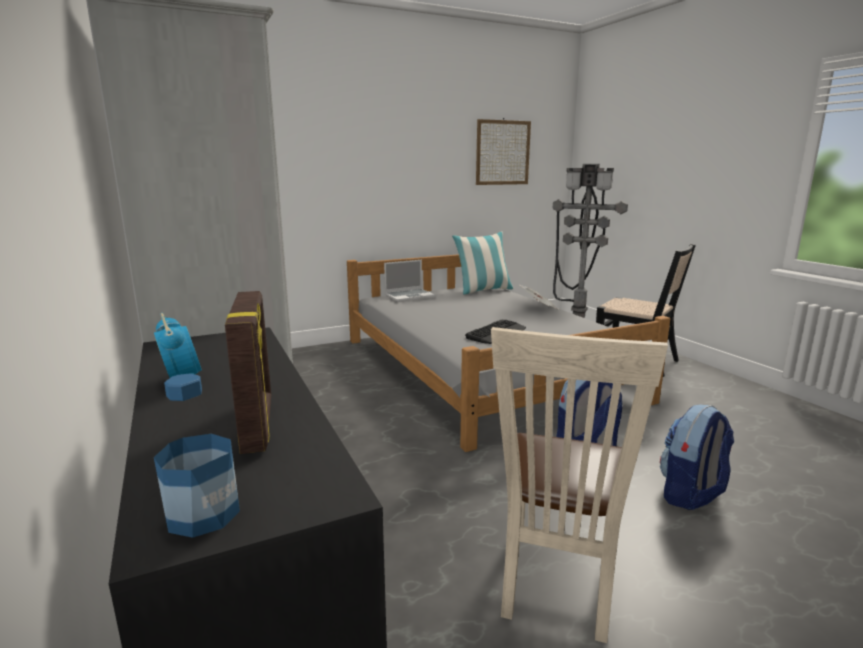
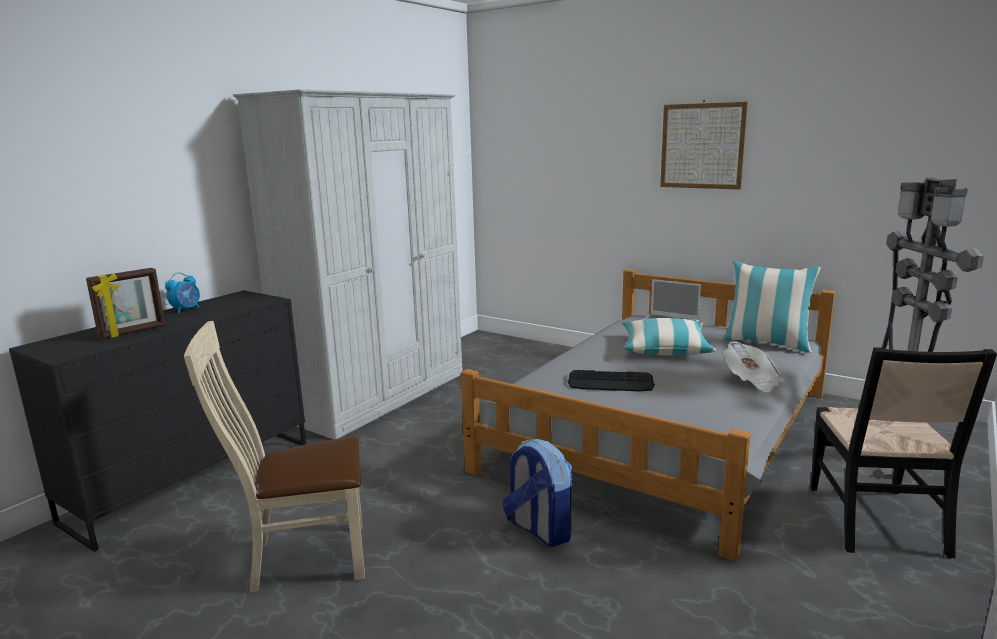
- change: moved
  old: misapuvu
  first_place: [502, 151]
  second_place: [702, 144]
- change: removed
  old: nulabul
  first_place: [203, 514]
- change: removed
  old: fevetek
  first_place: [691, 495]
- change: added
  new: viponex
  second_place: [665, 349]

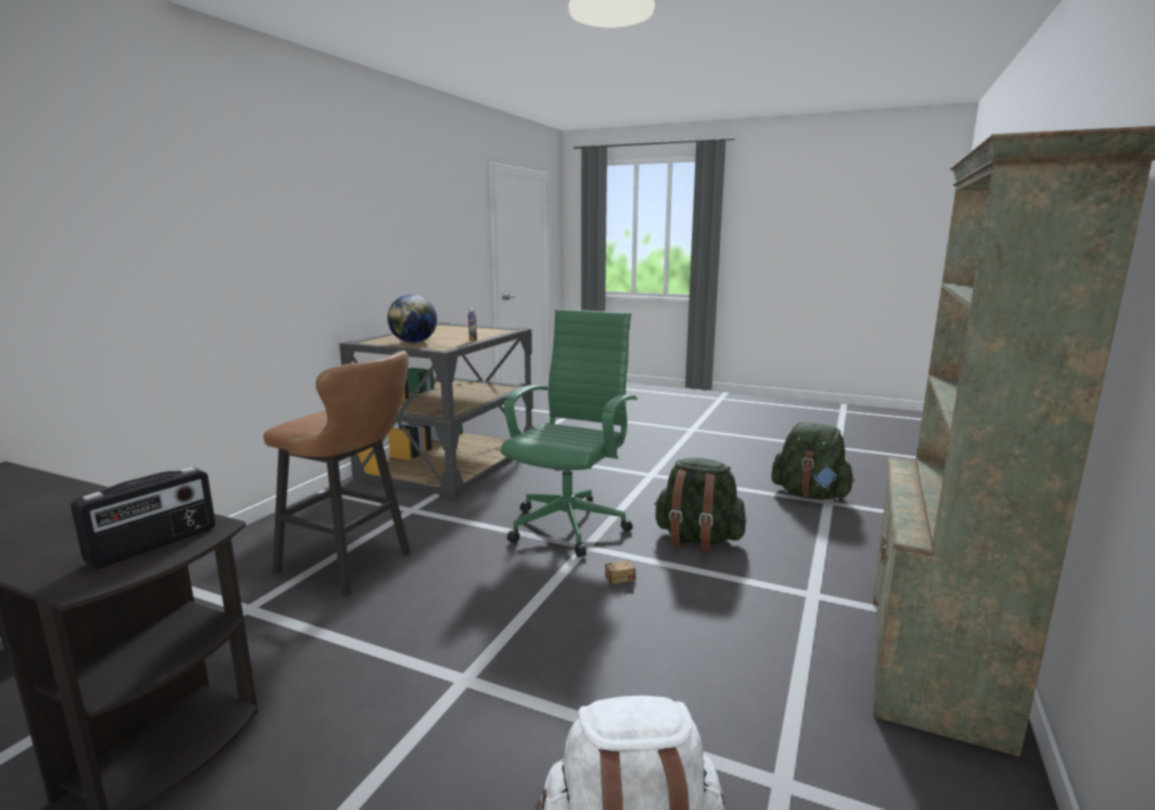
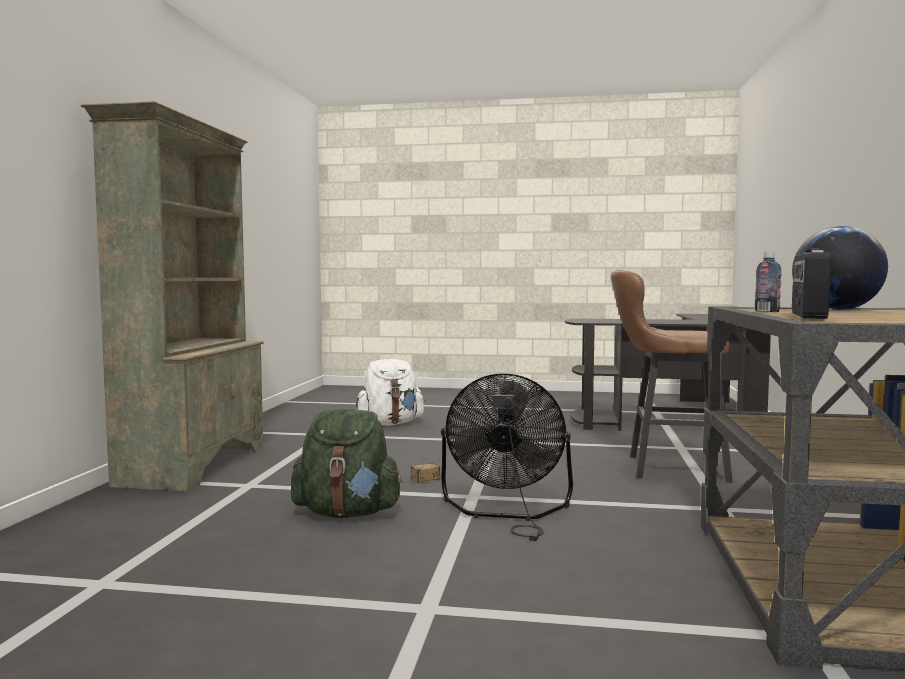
- change: replaced
  old: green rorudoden
  new: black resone
  first_place: [570, 525]
  second_place: [508, 512]
- change: removed
  old: green fevetek
  first_place: [810, 494]
- change: moved
  old: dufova
  first_place: [154, 545]
  second_place: [807, 315]

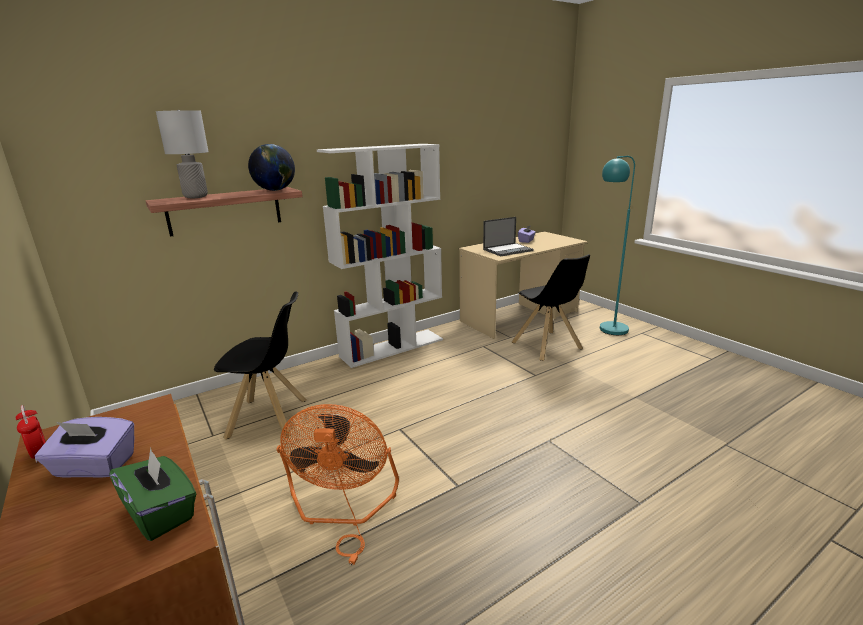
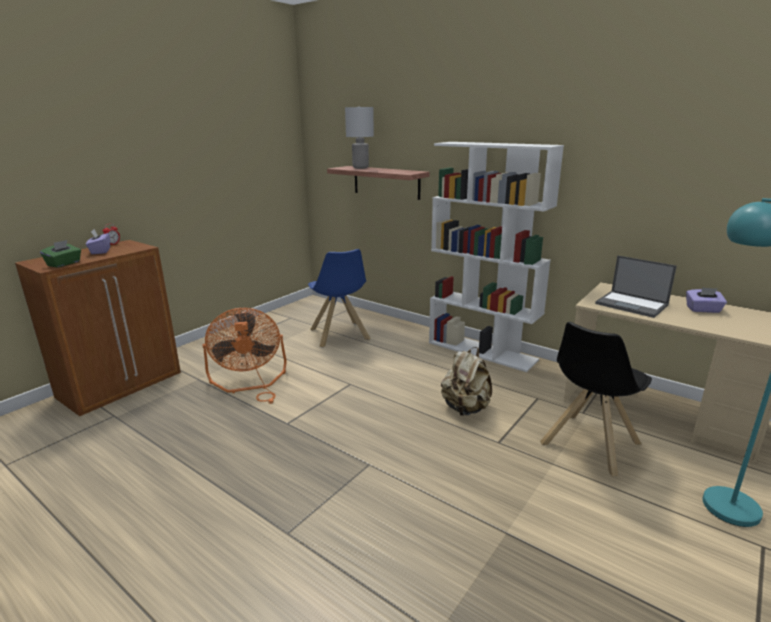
- change: removed
  old: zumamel
  first_place: [275, 190]
- change: recoloured
  old: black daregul
  new: blue daregul
  first_place: [270, 418]
  second_place: [340, 335]
- change: turned
  old: orange resone
  first_place: [341, 511]
  second_place: [251, 384]
  degrees: -90
- change: added
  new: beige fevetek
  second_place: [465, 408]

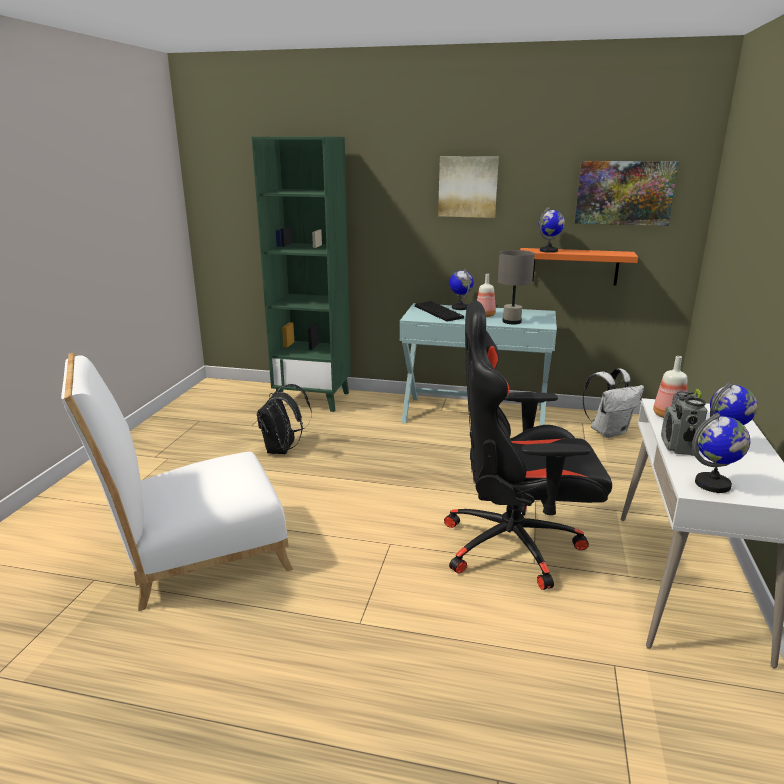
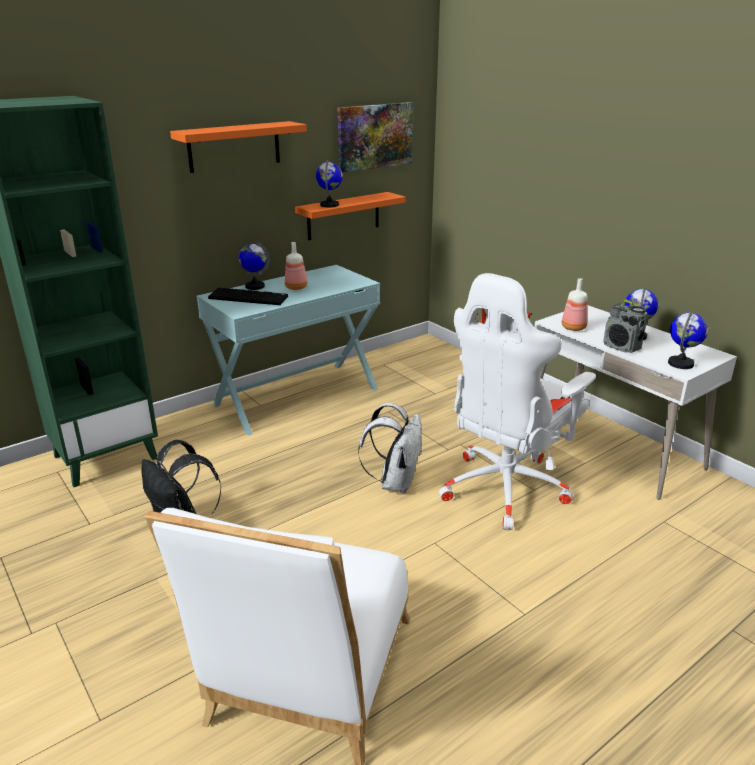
- change: replaced
  old: misapuvu
  new: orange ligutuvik
  first_place: [468, 187]
  second_place: [234, 146]
- change: removed
  old: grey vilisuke
  first_place: [511, 322]
- change: recoloured
  old: black rorudoden
  new: white rorudoden
  first_place: [522, 547]
  second_place: [510, 484]
- change: moved
  old: white fevetek
  first_place: [608, 431]
  second_place: [395, 482]

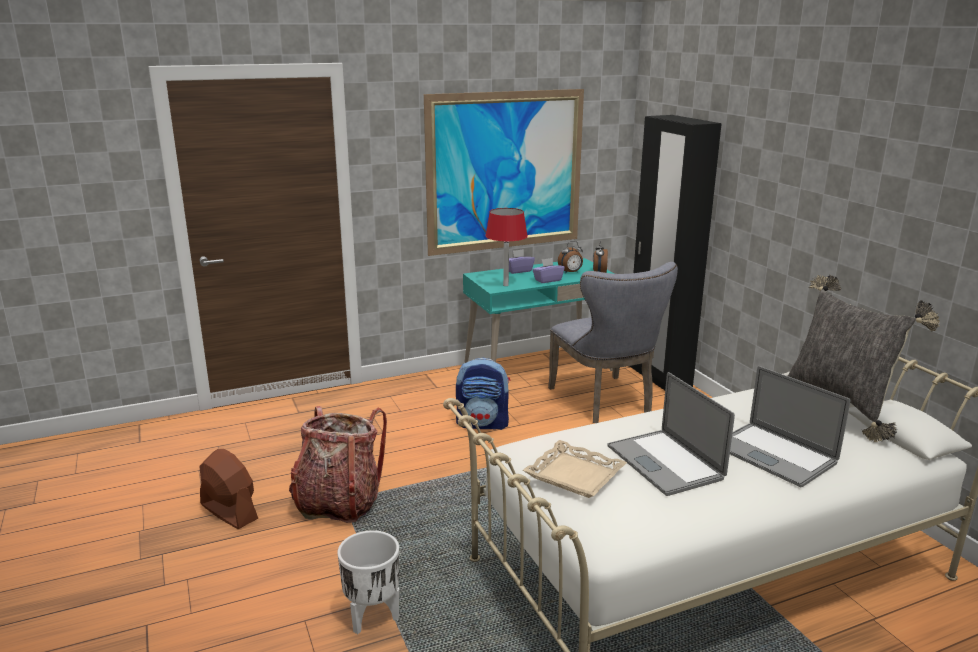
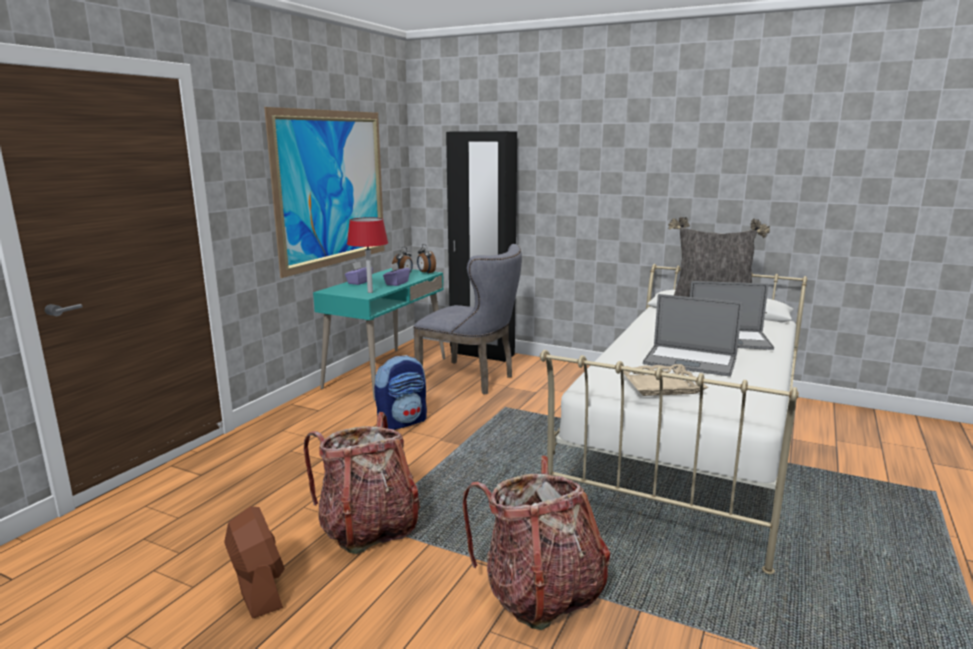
- change: turned
  old: brown resone
  first_place: [229, 511]
  second_place: [258, 588]
  degrees: 60
- change: replaced
  old: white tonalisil
  new: fevetek
  first_place: [372, 617]
  second_place: [540, 593]

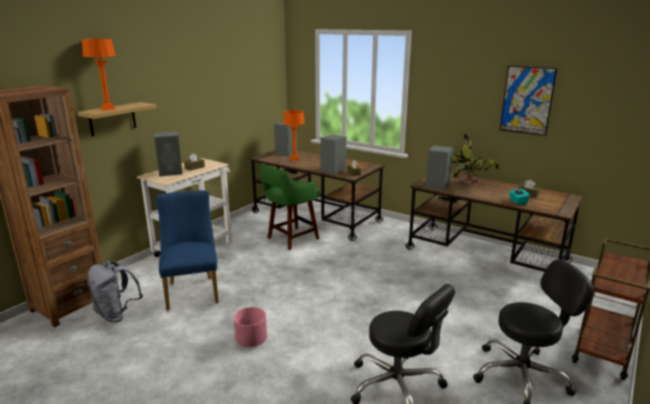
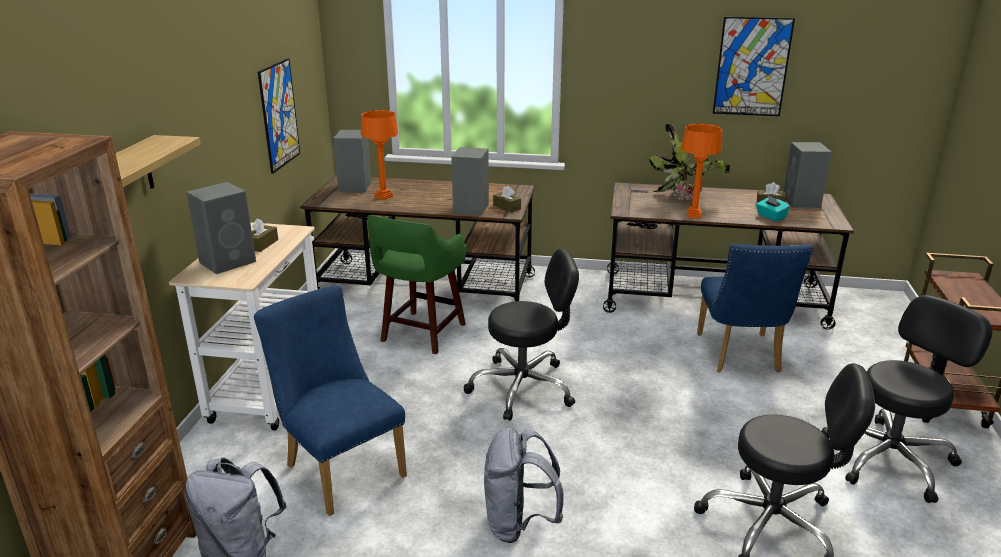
- change: moved
  old: orange vilisuke
  first_place: [108, 109]
  second_place: [693, 215]
- change: moved
  old: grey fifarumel
  first_place: [437, 185]
  second_place: [801, 202]
- change: replaced
  old: pink tonalisil
  new: grey fevetek
  first_place: [251, 341]
  second_place: [519, 524]
- change: added
  new: misapuvu
  second_place: [279, 115]
- change: added
  new: blue daregul
  second_place: [740, 357]
- change: added
  new: black rorudoden
  second_place: [527, 387]

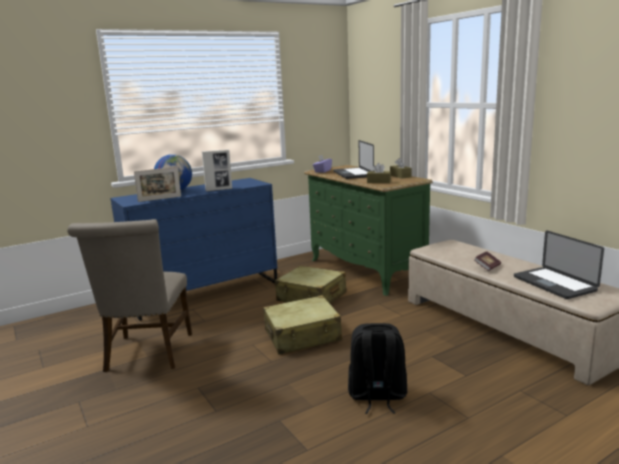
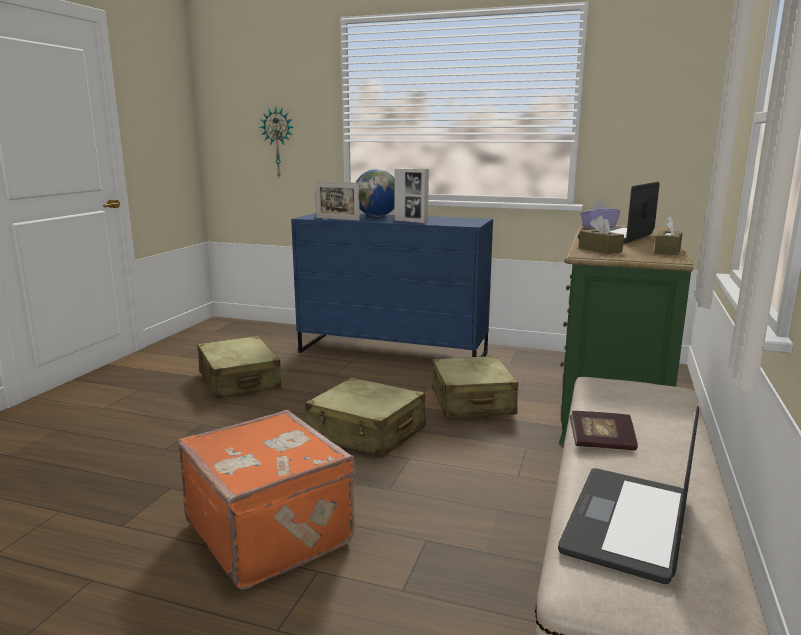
- change: replaced
  old: beige daregul
  new: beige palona
  first_place: [147, 355]
  second_place: [239, 381]
- change: replaced
  old: black fevetek
  new: orange palona
  first_place: [377, 396]
  second_place: [271, 531]
- change: added
  new: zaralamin
  second_place: [278, 143]

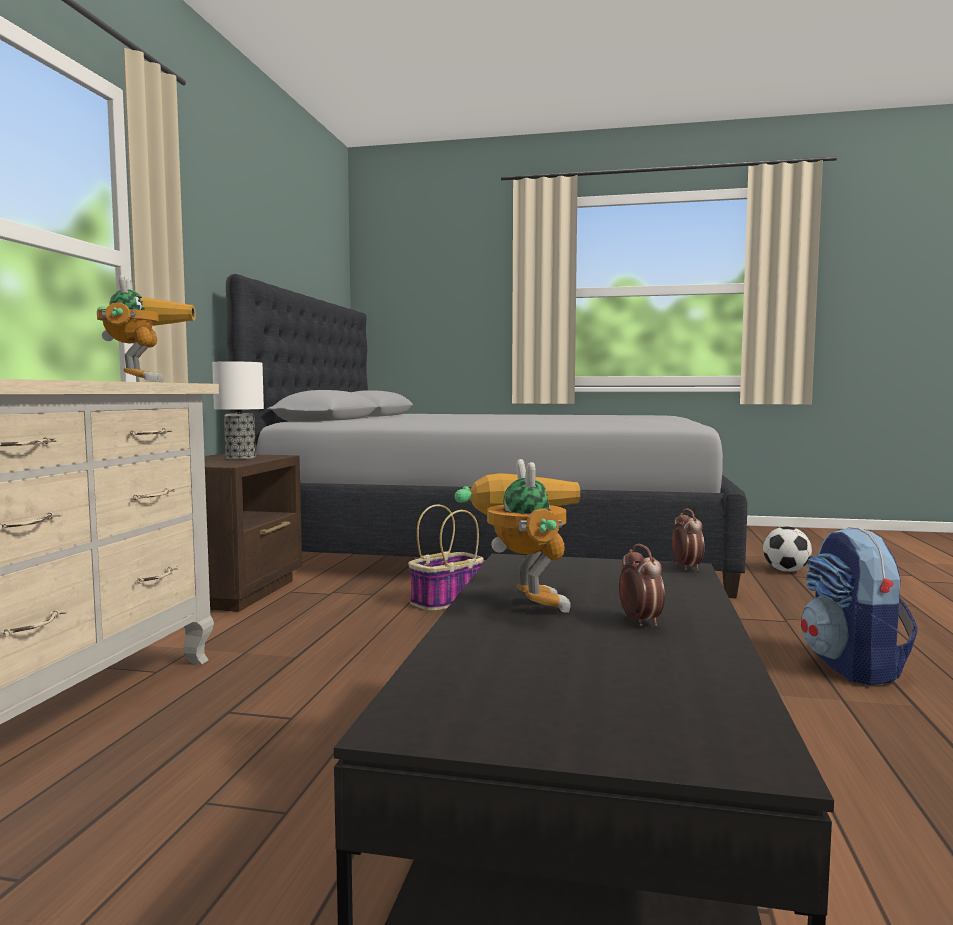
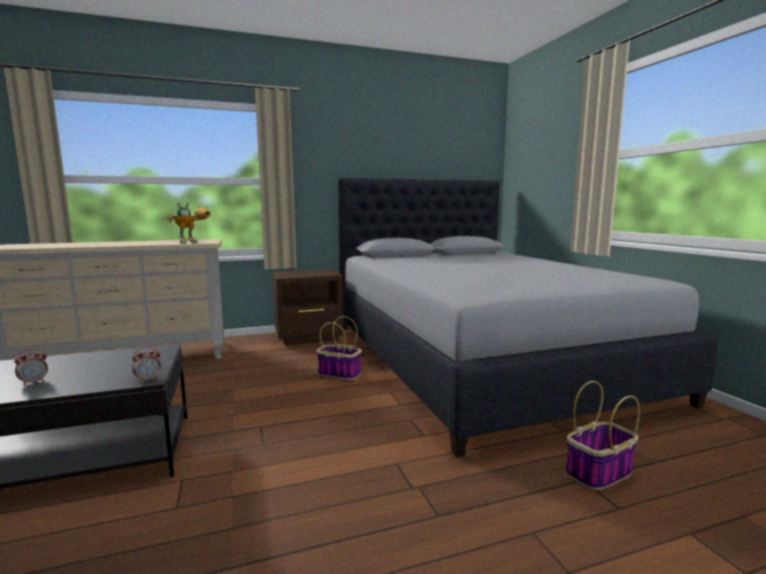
- change: removed
  old: vilisuke
  first_place: [241, 458]
- change: removed
  old: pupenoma
  first_place: [523, 599]
- change: replaced
  old: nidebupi
  new: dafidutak
  first_place: [786, 571]
  second_place: [598, 473]
- change: removed
  old: fevetek
  first_place: [852, 667]

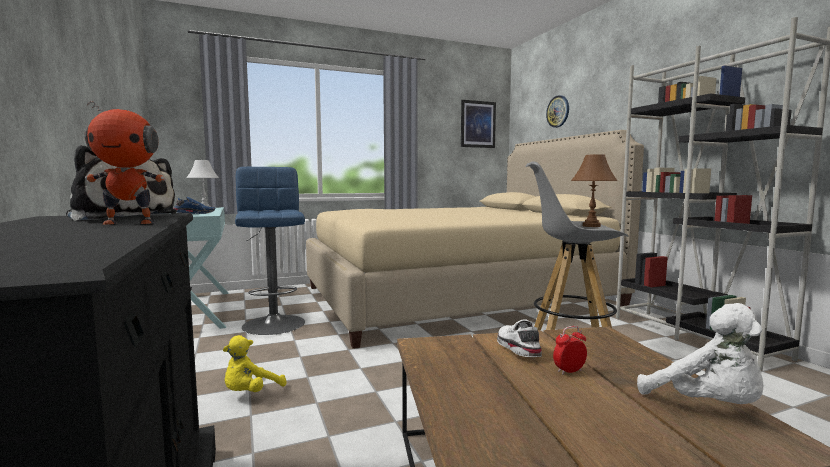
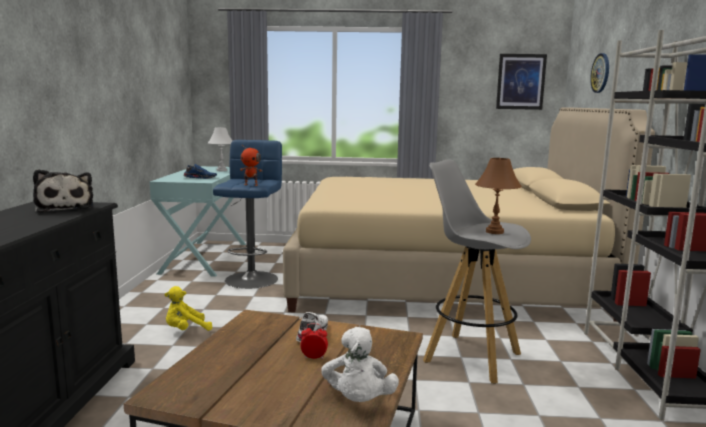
- change: moved
  old: pupenoma
  first_place: [130, 223]
  second_place: [251, 185]

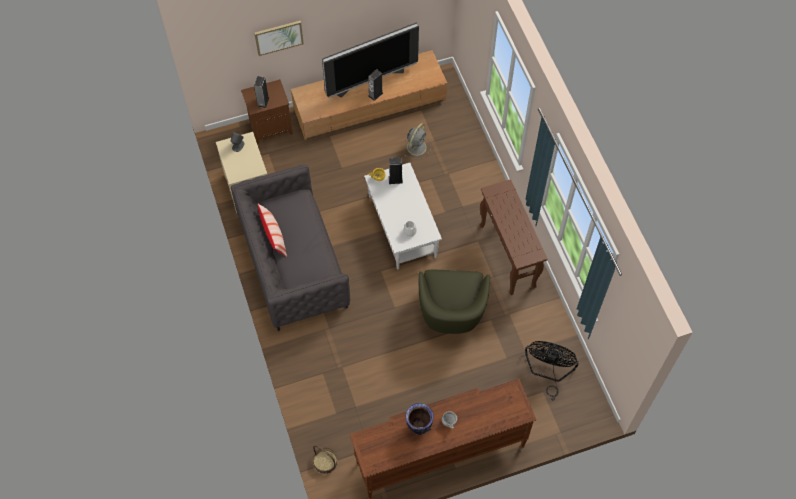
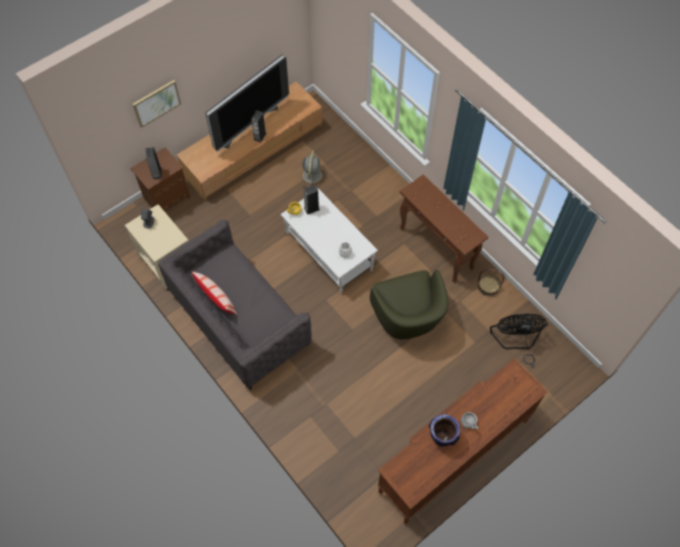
- change: moved
  old: dafidutak
  first_place: [325, 462]
  second_place: [488, 286]

